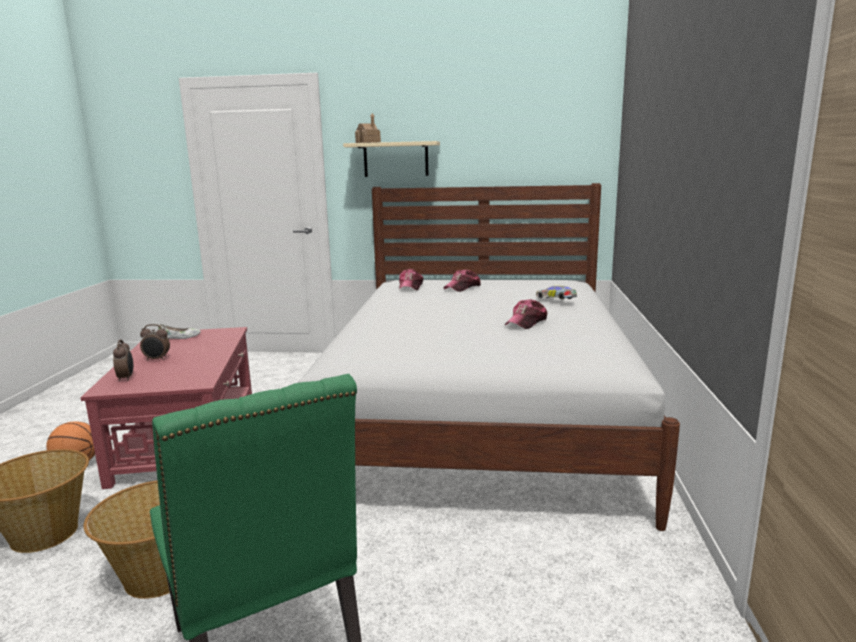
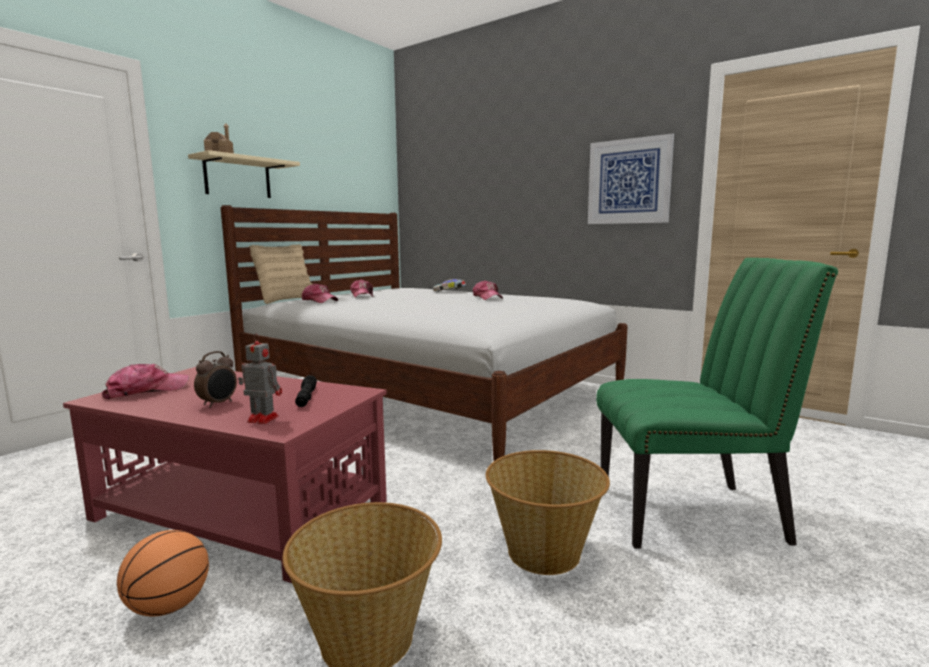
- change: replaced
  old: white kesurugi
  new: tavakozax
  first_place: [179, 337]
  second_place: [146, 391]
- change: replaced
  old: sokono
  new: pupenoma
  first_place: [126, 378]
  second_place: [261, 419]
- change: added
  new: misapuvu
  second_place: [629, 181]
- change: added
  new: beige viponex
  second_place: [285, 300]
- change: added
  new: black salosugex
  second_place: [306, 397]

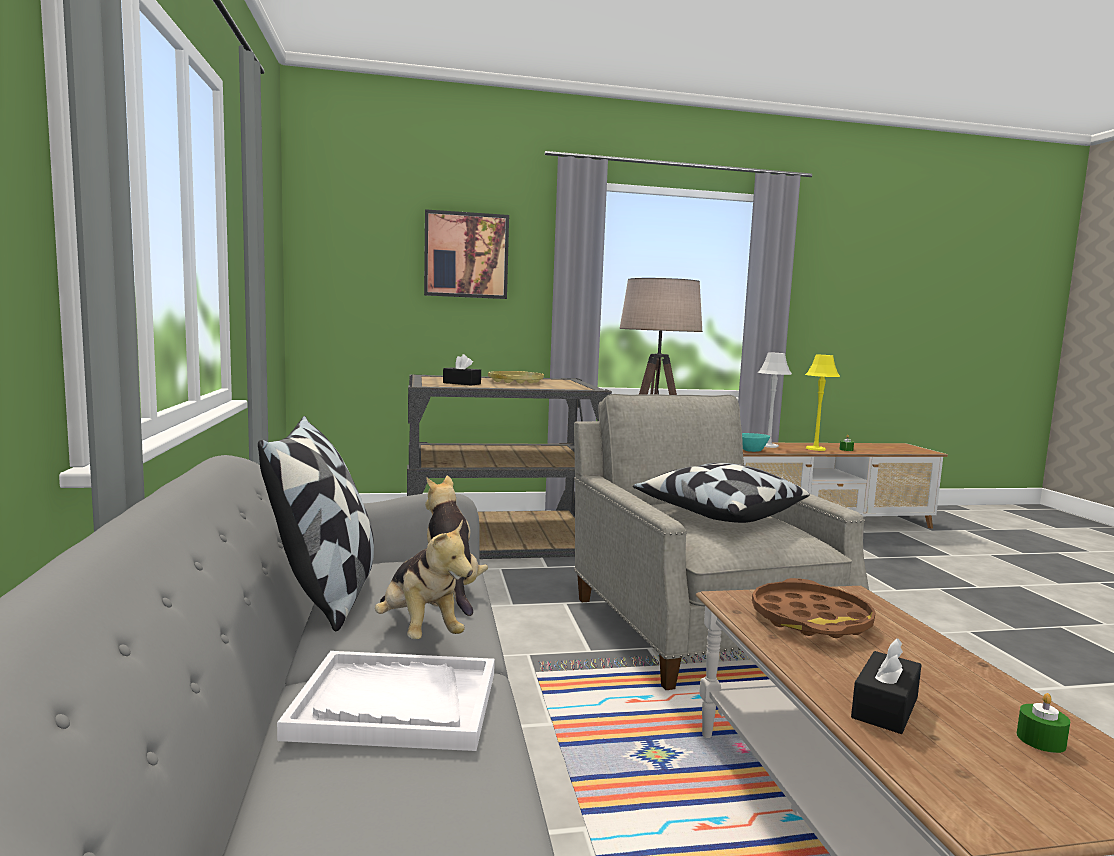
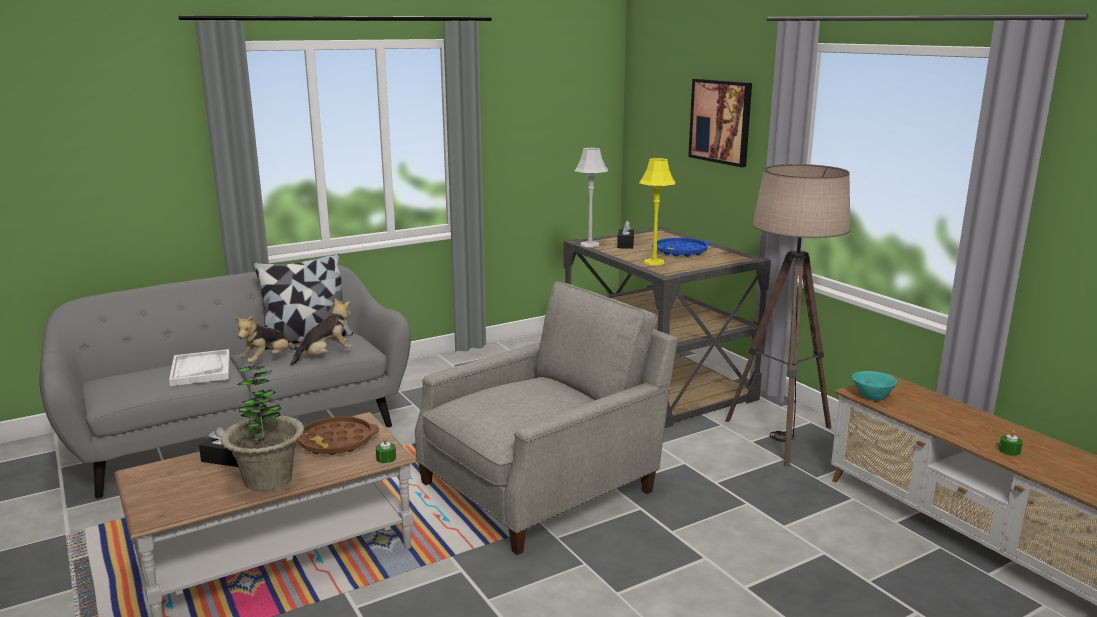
- change: moved
  old: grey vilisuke
  first_place: [768, 446]
  second_place: [590, 244]
- change: moved
  old: yellow vilisuke
  first_place: [815, 449]
  second_place: [654, 262]
- change: recoloured
  old: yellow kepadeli
  new: blue kepadeli
  first_place: [515, 381]
  second_place: [680, 252]
- change: removed
  old: viponex
  first_place: [717, 514]
- change: moved
  old: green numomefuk
  first_place: [1041, 740]
  second_place: [386, 458]
- change: added
  new: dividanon
  second_place: [268, 479]

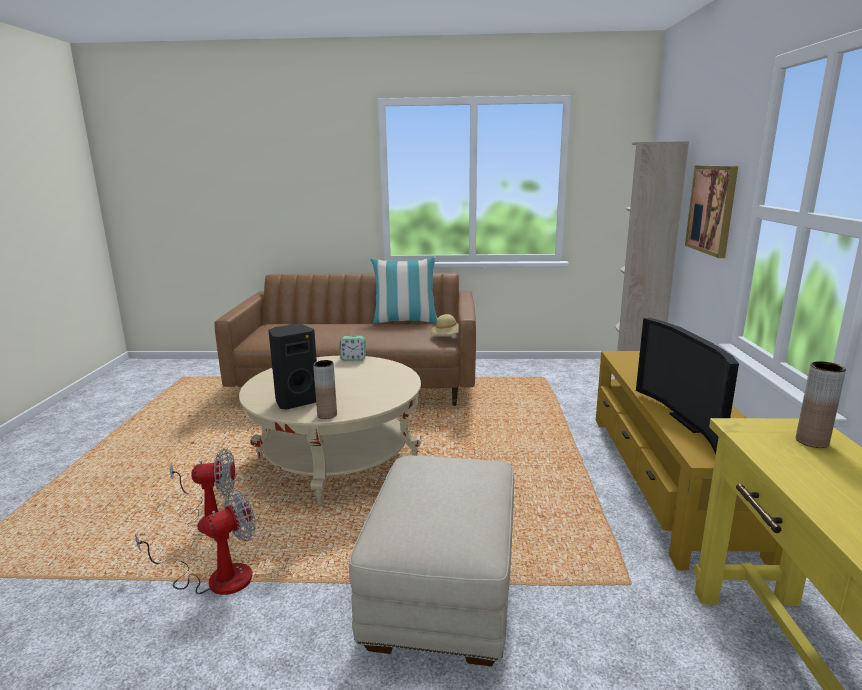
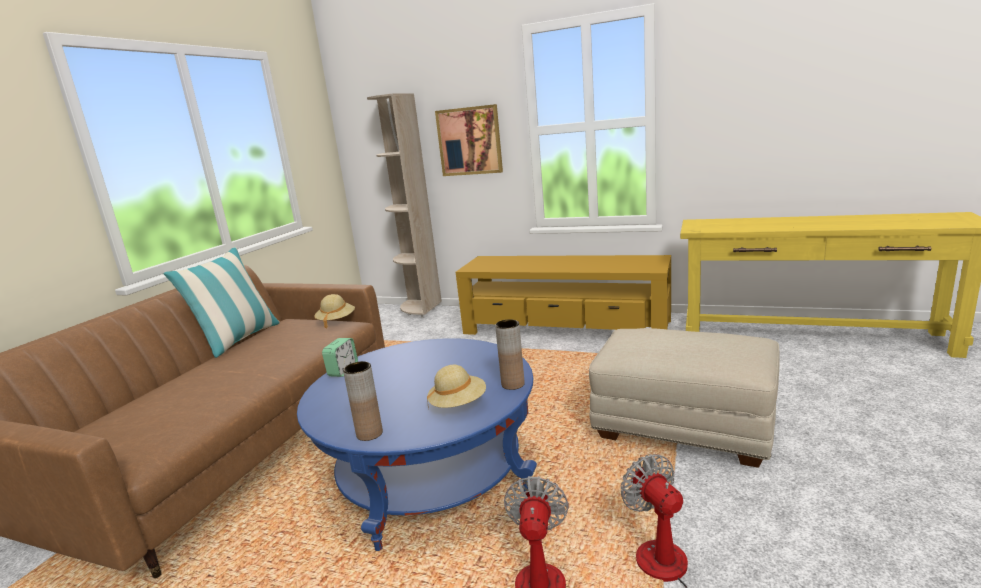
- change: removed
  old: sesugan
  first_place: [692, 422]
- change: replaced
  old: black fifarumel
  new: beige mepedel
  first_place: [296, 401]
  second_place: [458, 404]
- change: recoloured
  old: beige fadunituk
  new: blue fadunituk
  first_place: [337, 459]
  second_place: [431, 476]
- change: moved
  old: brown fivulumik
  first_place: [812, 441]
  second_place: [369, 433]

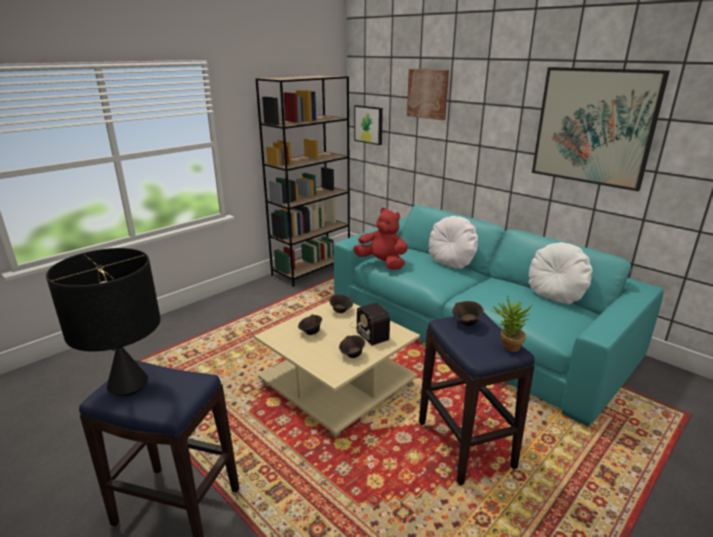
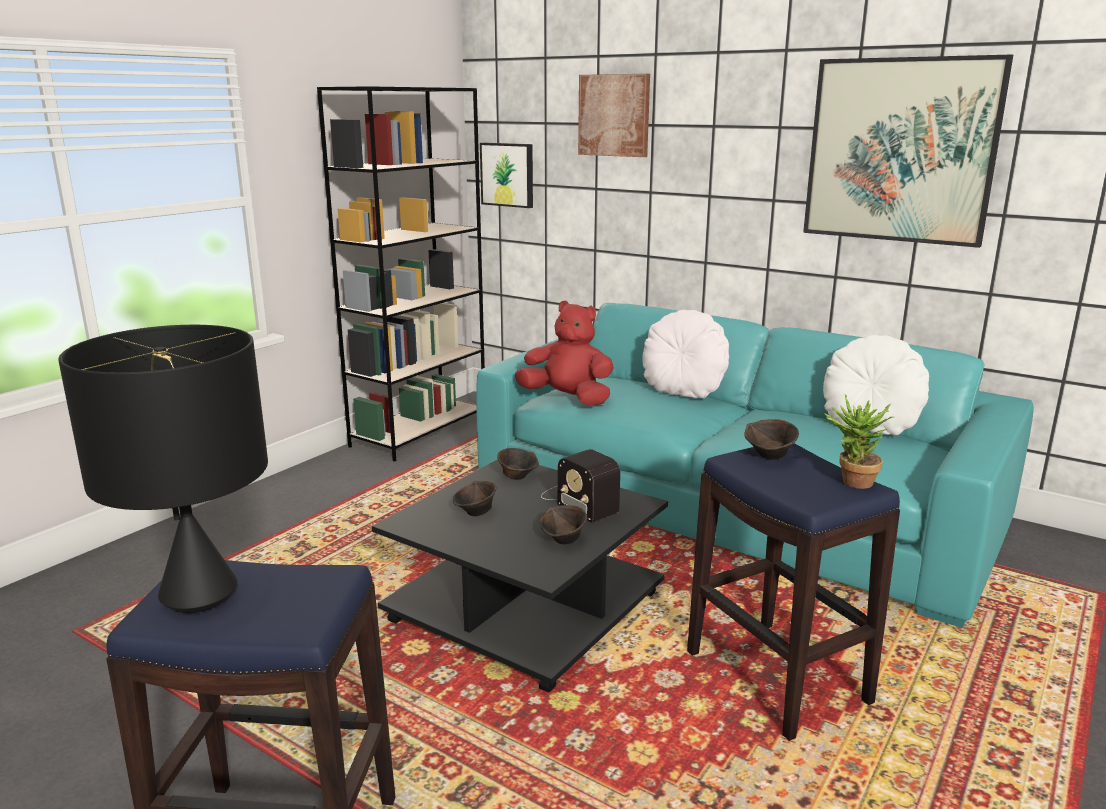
- change: recoloured
  old: beige fadunituk
  new: black fadunituk
  first_place: [339, 384]
  second_place: [528, 607]

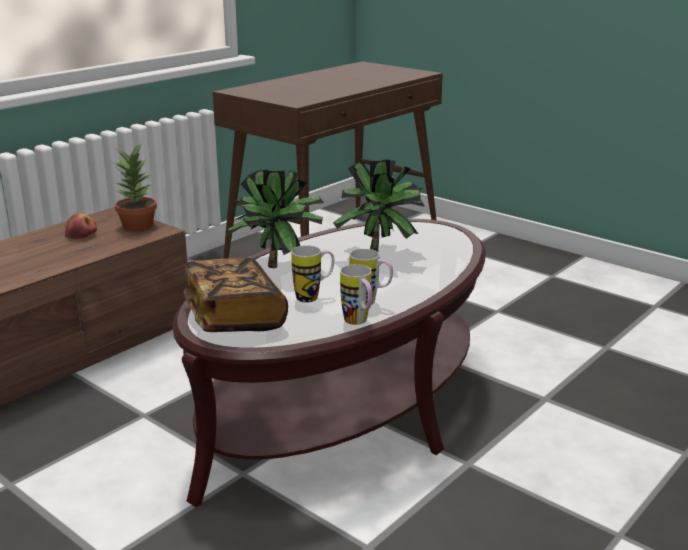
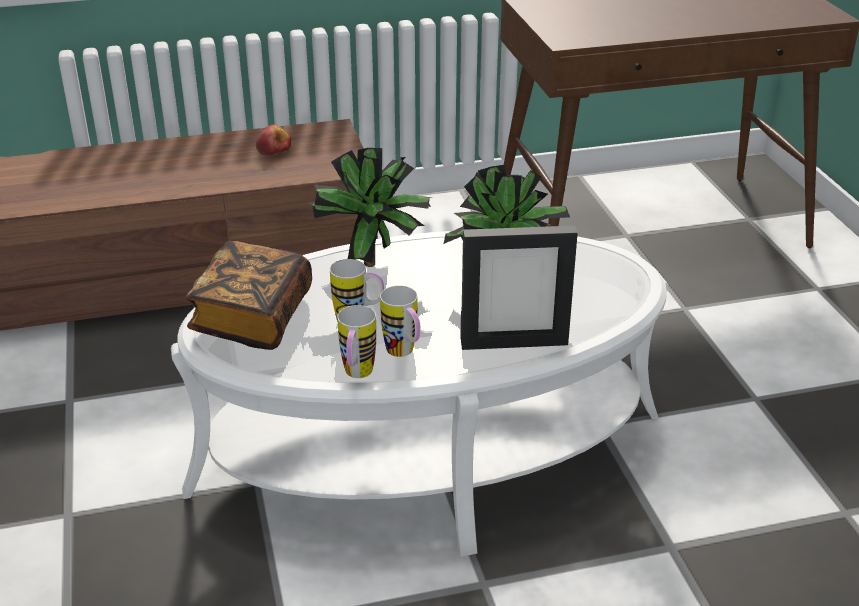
- change: removed
  old: dividanon
  first_place: [139, 226]
- change: recoloured
  old: brown fadunituk
  new: white fadunituk
  first_place: [343, 407]
  second_place: [428, 451]
- change: added
  new: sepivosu
  second_place: [514, 342]

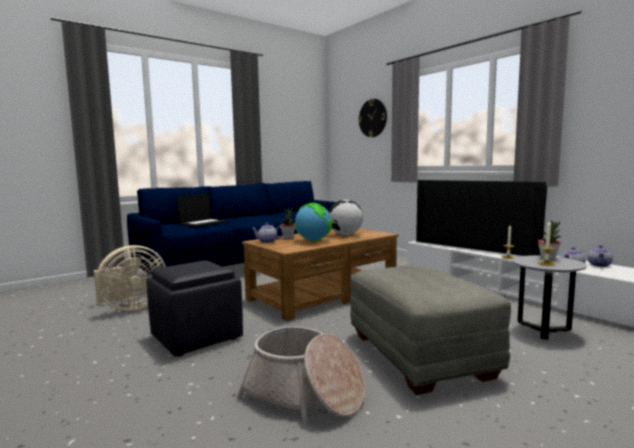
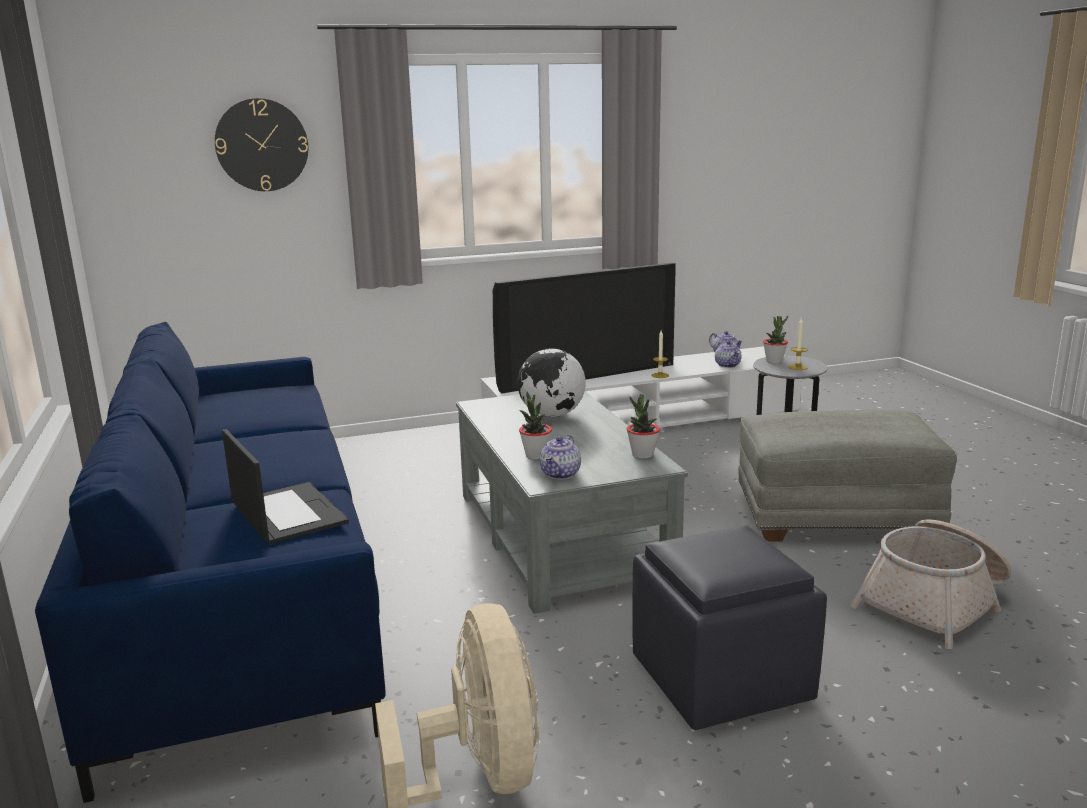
- change: removed
  old: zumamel
  first_place: [313, 240]
- change: recoloured
  old: brown fadunituk
  new: grey fadunituk
  first_place: [324, 294]
  second_place: [561, 535]
- change: added
  new: dividanon
  second_place: [642, 455]

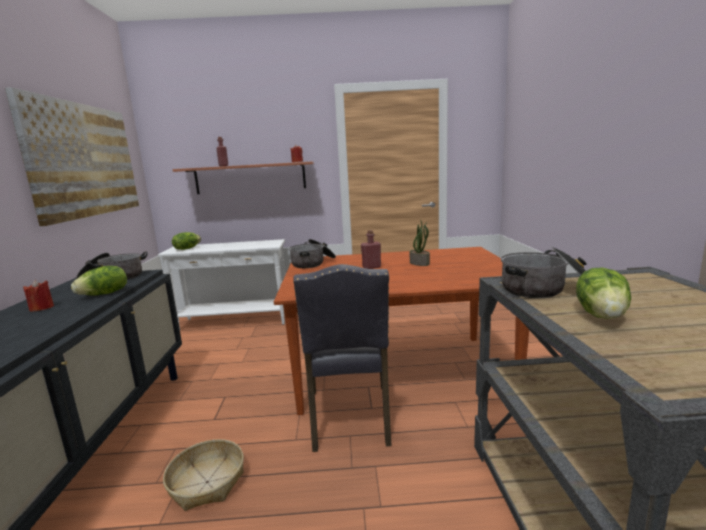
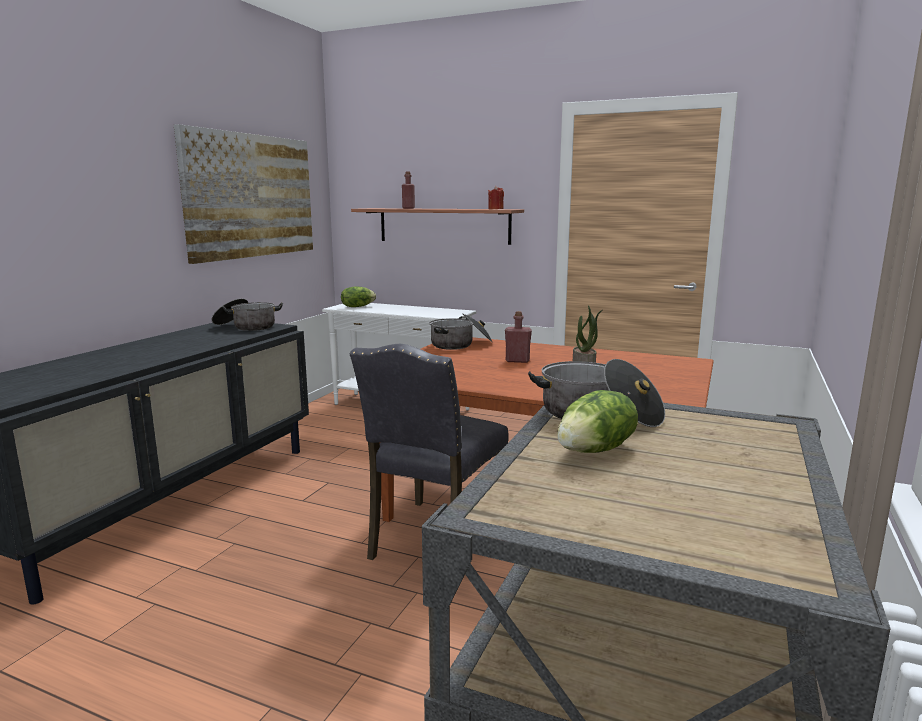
- change: removed
  old: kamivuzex
  first_place: [104, 294]
- change: removed
  old: red numomefuk
  first_place: [41, 308]
- change: removed
  old: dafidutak
  first_place: [207, 482]

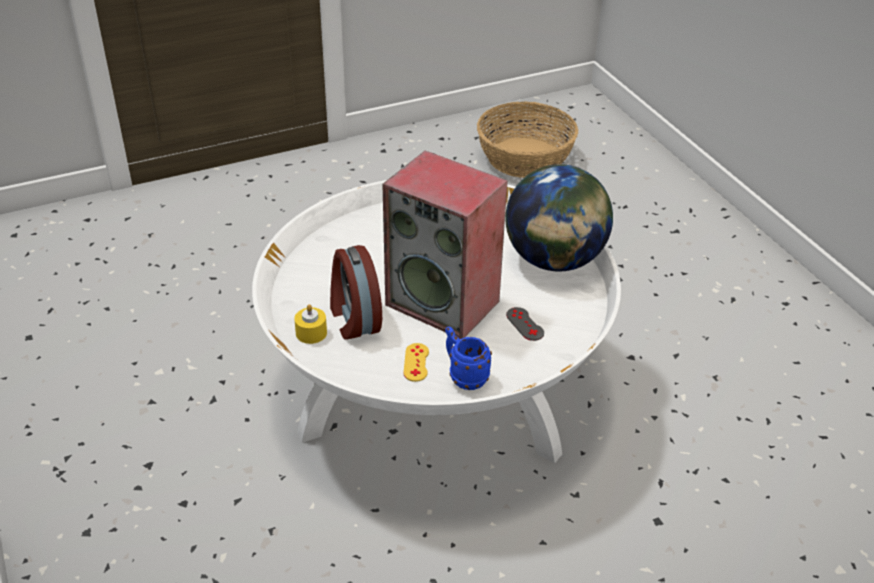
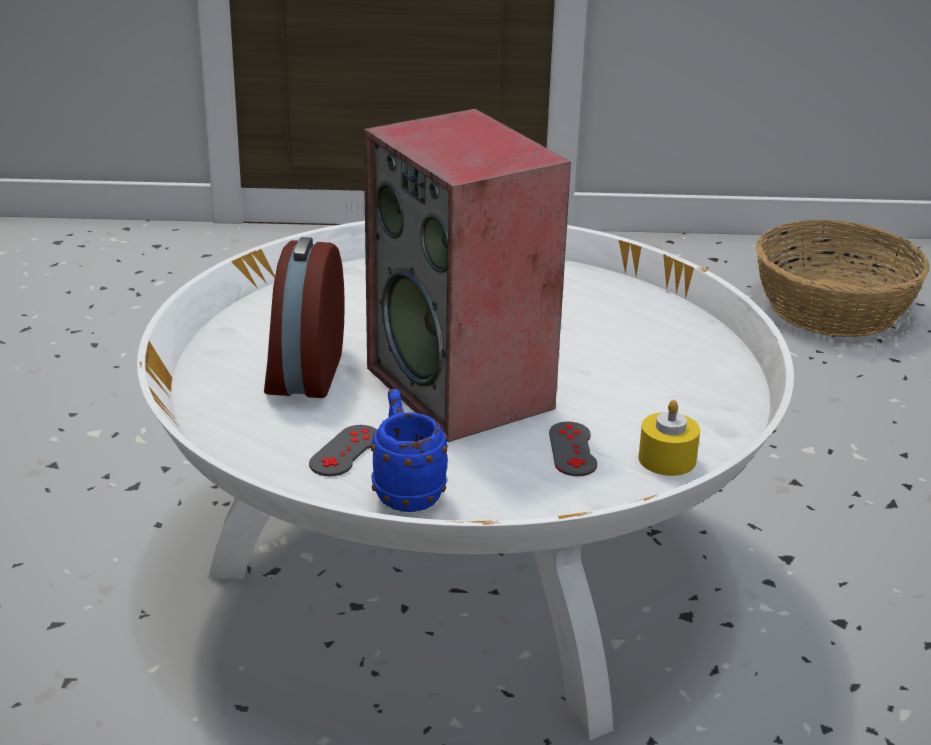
- change: removed
  old: zumamel
  first_place: [554, 260]
- change: moved
  old: yellow numomefuk
  first_place: [311, 333]
  second_place: [667, 459]
- change: recoloured
  old: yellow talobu
  new: grey talobu
  first_place: [416, 362]
  second_place: [345, 451]

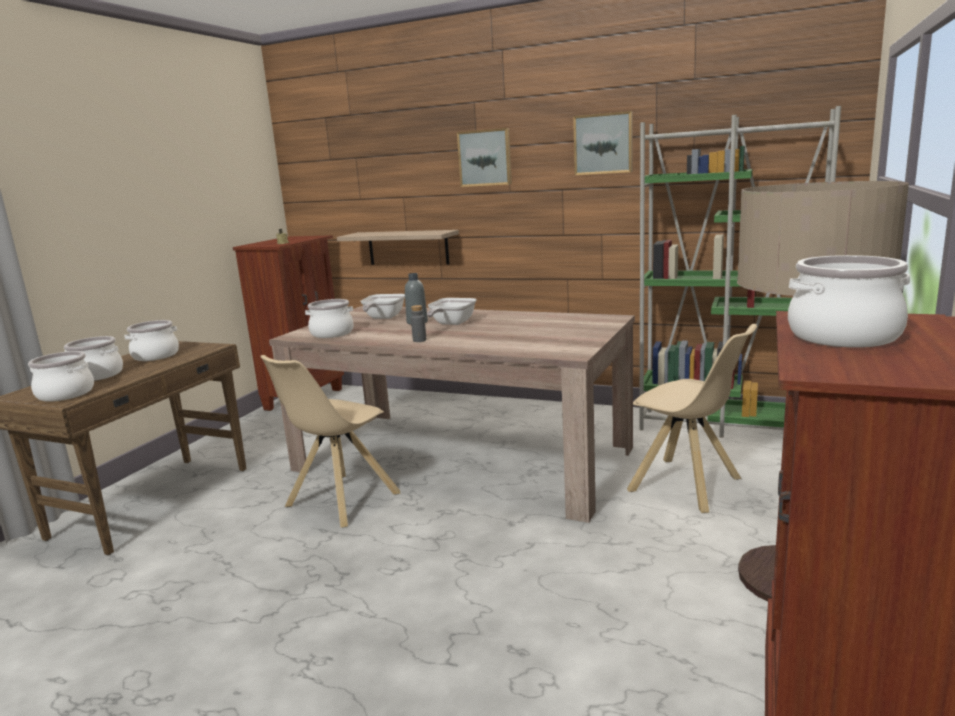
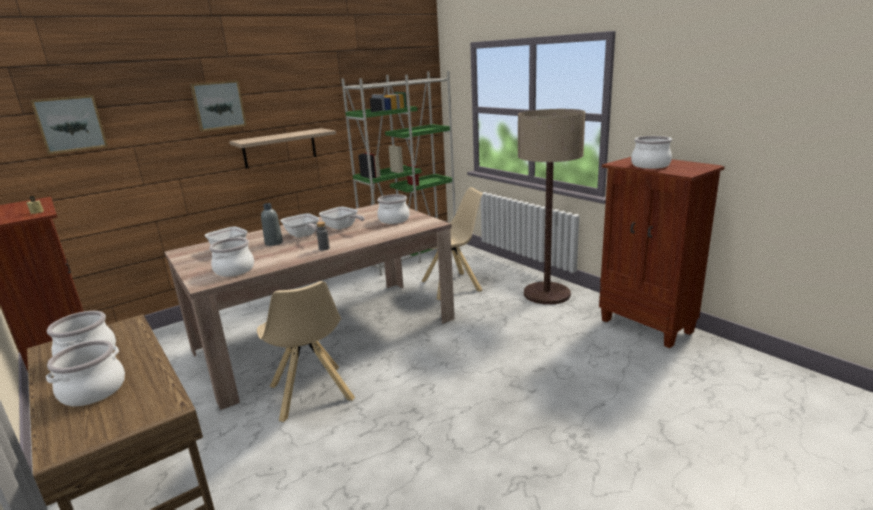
- change: moved
  old: misapuvu
  first_place: [603, 144]
  second_place: [70, 124]
- change: moved
  old: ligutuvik
  first_place: [408, 247]
  second_place: [279, 148]
- change: moved
  old: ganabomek
  first_place: [66, 394]
  second_place: [393, 220]
- change: added
  new: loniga
  second_place: [342, 227]

